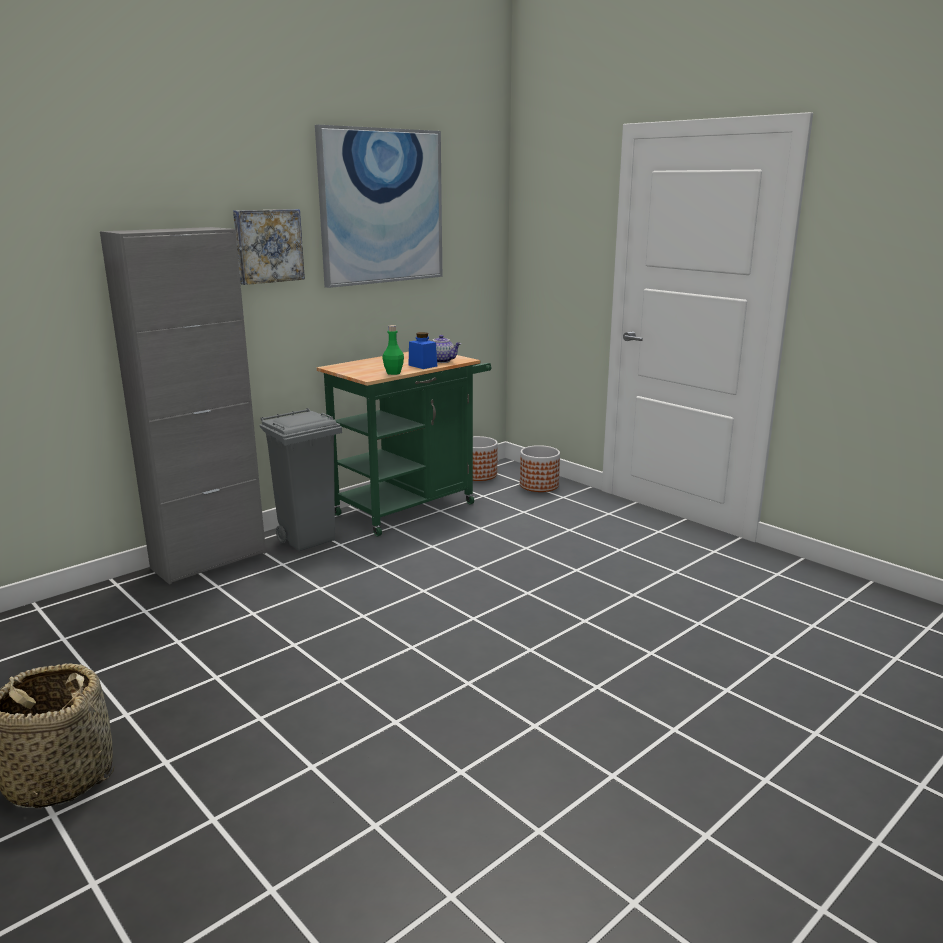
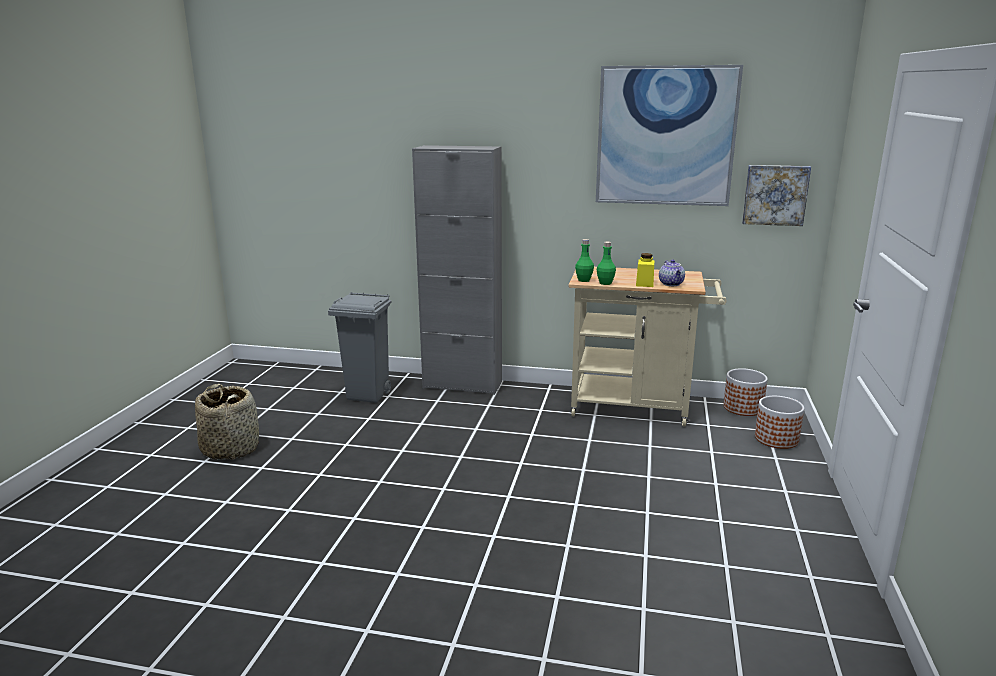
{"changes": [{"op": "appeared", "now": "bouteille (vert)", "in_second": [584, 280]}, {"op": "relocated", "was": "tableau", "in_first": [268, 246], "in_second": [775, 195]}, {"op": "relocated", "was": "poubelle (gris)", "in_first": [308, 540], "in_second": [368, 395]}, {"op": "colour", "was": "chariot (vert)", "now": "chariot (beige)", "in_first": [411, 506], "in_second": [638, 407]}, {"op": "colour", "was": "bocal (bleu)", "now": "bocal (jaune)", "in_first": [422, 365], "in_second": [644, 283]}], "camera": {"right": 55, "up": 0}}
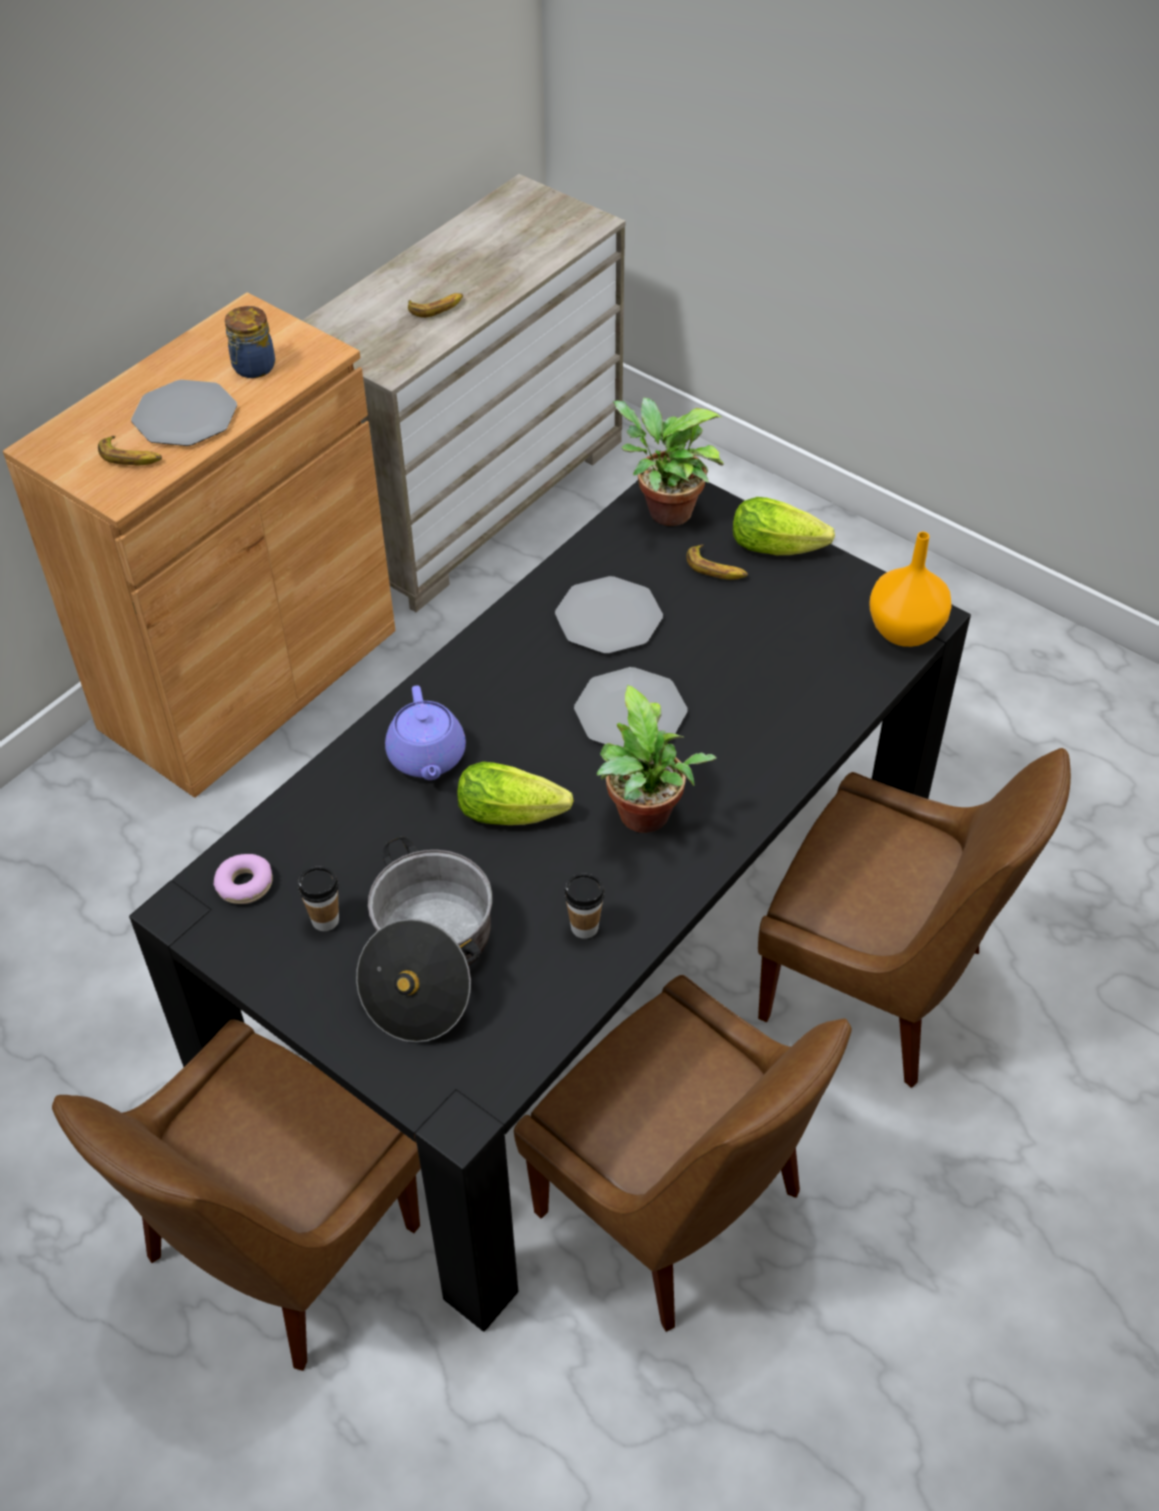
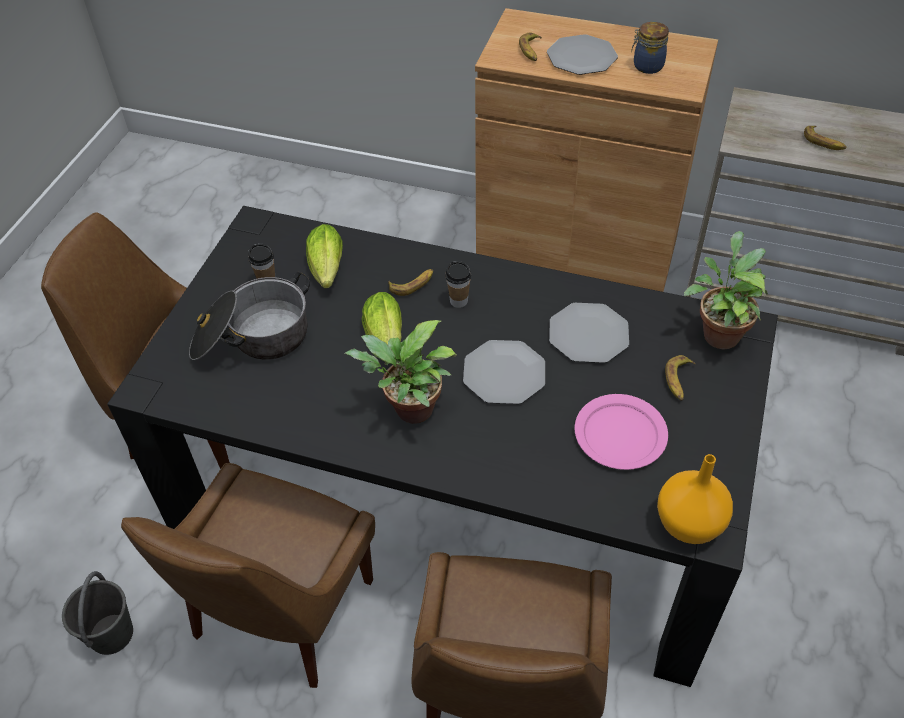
{"changes": [{"op": "missing", "was": "beignet", "in_first": [245, 884]}, {"op": "appeared", "now": "seau (gris)", "in_second": [111, 633]}, {"op": "appeared", "now": "assiette (rose)", "in_second": [620, 434]}, {"op": "relocated", "was": "tasse", "in_first": [584, 927], "in_second": [458, 301]}, {"op": "relocated", "was": "laitue", "in_first": [782, 547], "in_second": [326, 271]}, {"op": "exchanged", "was": "théière (violet)", "now": "banane", "in_first": [427, 757], "in_second": [412, 284]}], "camera": {"right": 70, "up": 0}}
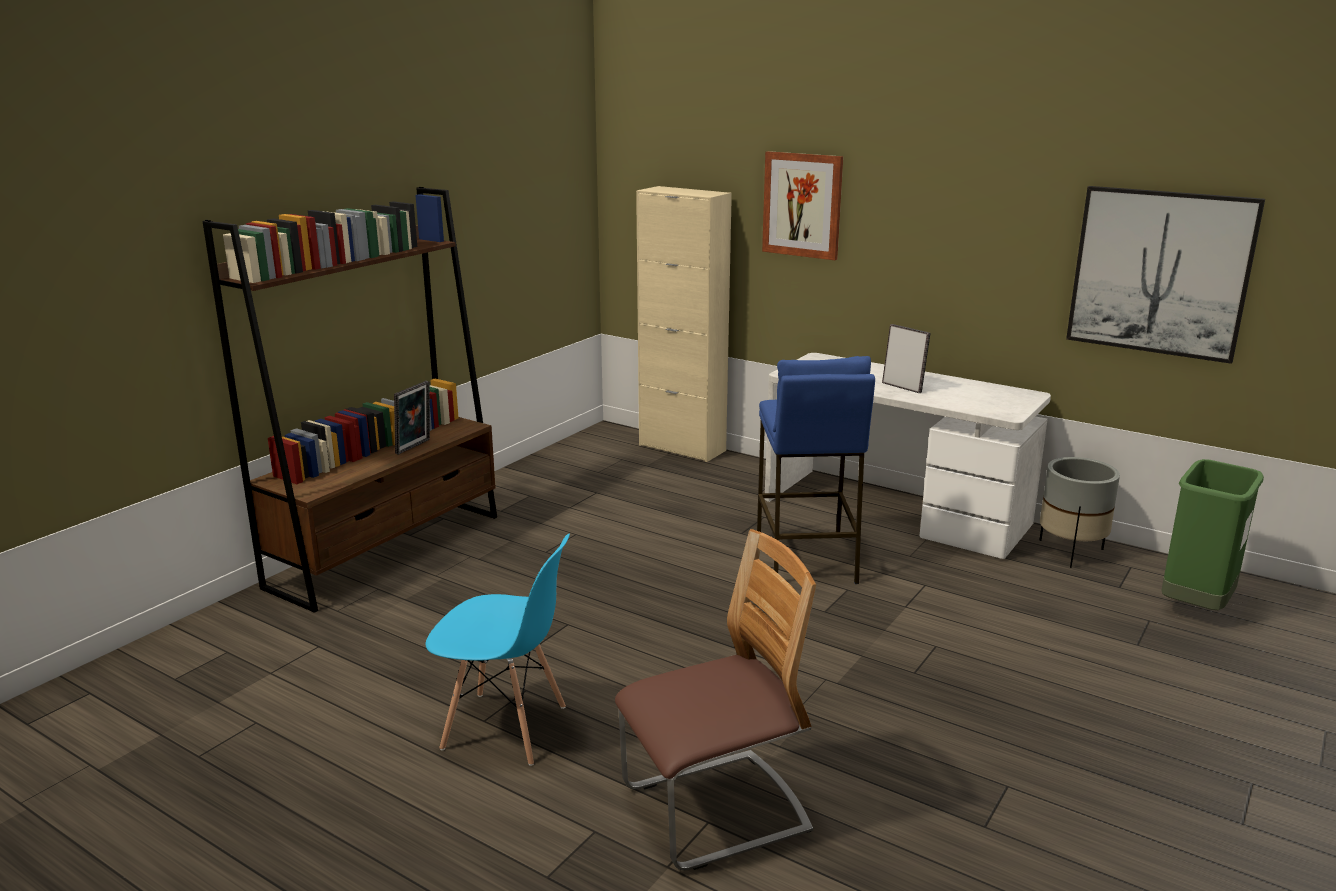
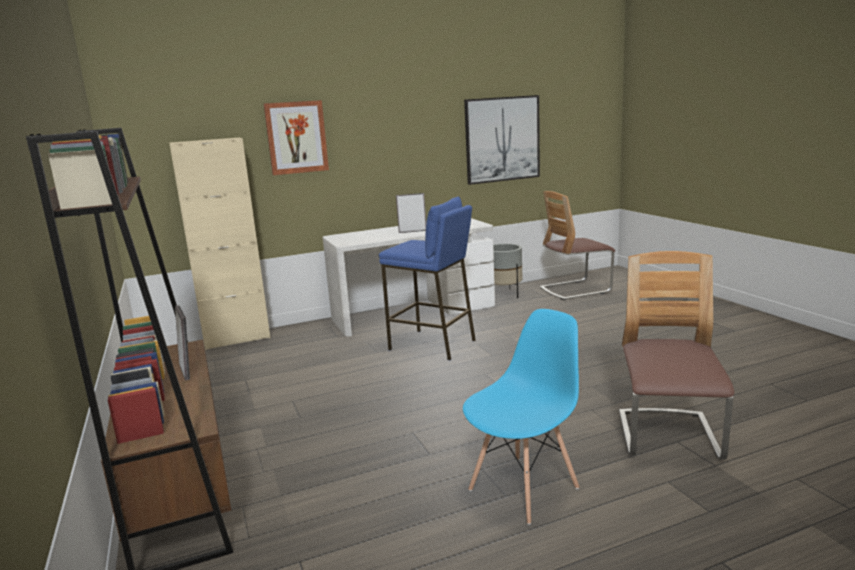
{"changes": [{"op": "exchanged", "was": "poubelle (vert)", "now": "chaise", "in_first": [1195, 606], "in_second": [575, 290]}], "camera": {"right": -55, "up": -5}}
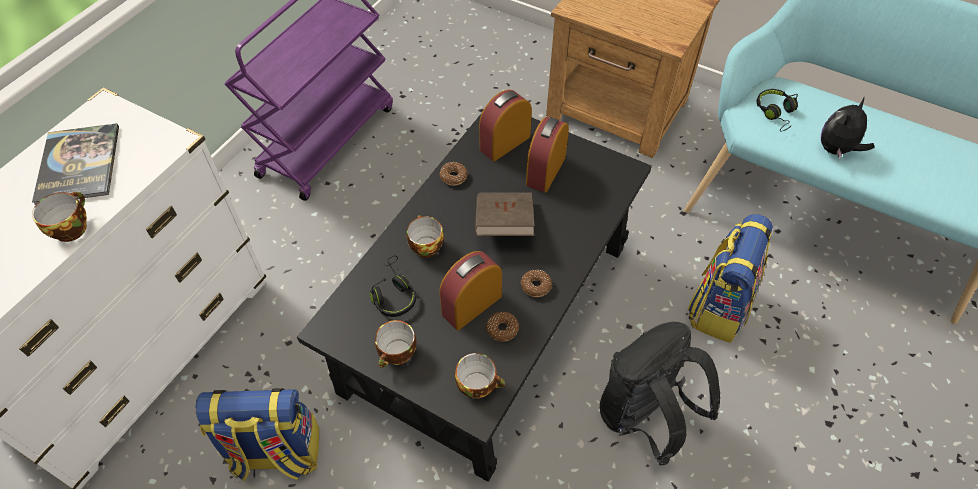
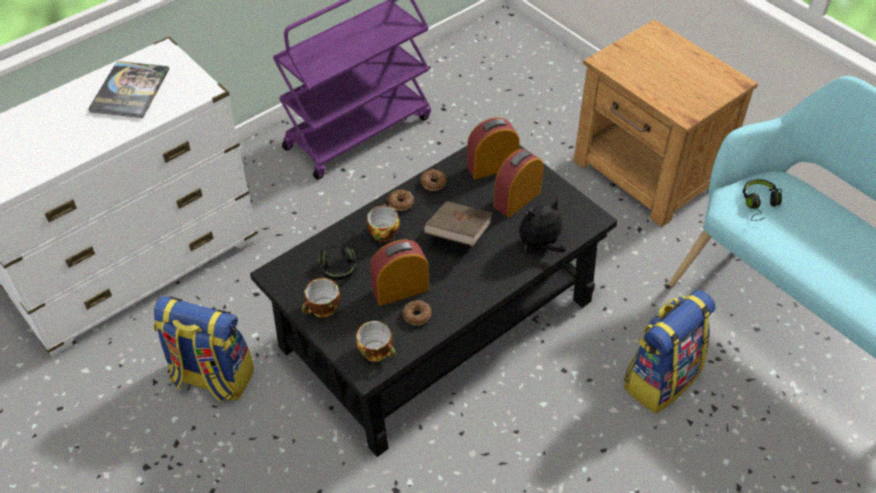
{"changes": [{"op": "missing", "was": "tasse", "in_first": [71, 227]}, {"op": "missing", "was": "sac à dos (noir)", "in_first": [644, 417]}, {"op": "relocated", "was": "beignet", "in_first": [536, 286], "in_second": [400, 203]}, {"op": "relocated", "was": "peluche", "in_first": [836, 150], "in_second": [540, 245]}], "camera": {"right": 20, "up": -5}}
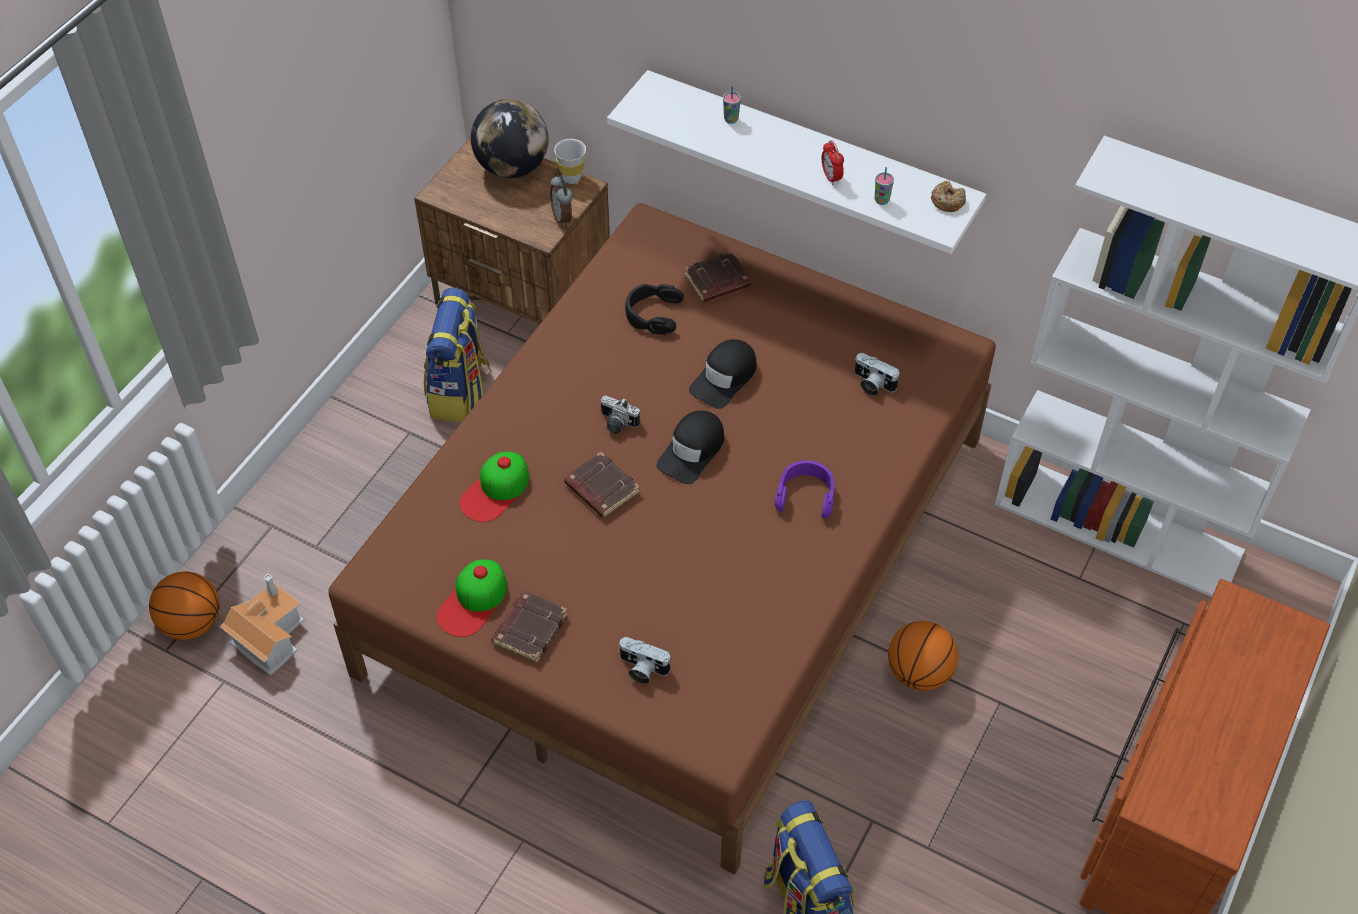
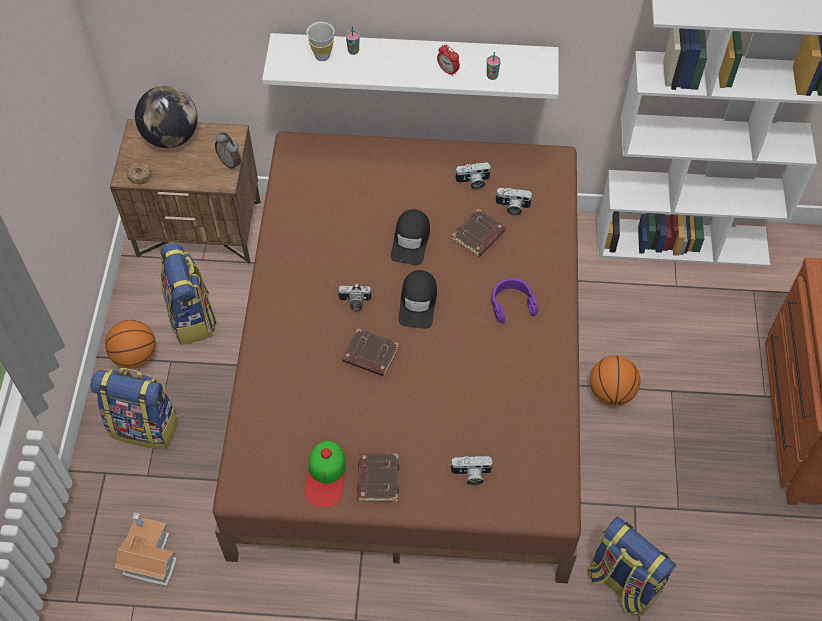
{"changes": [{"op": "missing", "was": "casquette", "in_first": [495, 490]}, {"op": "missing", "was": "casque audio (noir)", "in_first": [652, 314]}, {"op": "appeared", "now": "sac à dos", "in_second": [145, 426]}, {"op": "appeared", "now": "appareil photo", "in_second": [473, 182]}, {"op": "relocated", "was": "ballon de basket", "in_first": [192, 623], "in_second": [135, 356]}, {"op": "relocated", "was": "tasse (blanc)", "in_first": [572, 178], "in_second": [322, 56]}, {"op": "relocated", "was": "livre (marron)", "in_first": [717, 282], "in_second": [478, 236]}, {"op": "relocated", "was": "beignet", "in_first": [947, 201], "in_second": [139, 176]}], "camera": {"right": -25, "up": 5}}
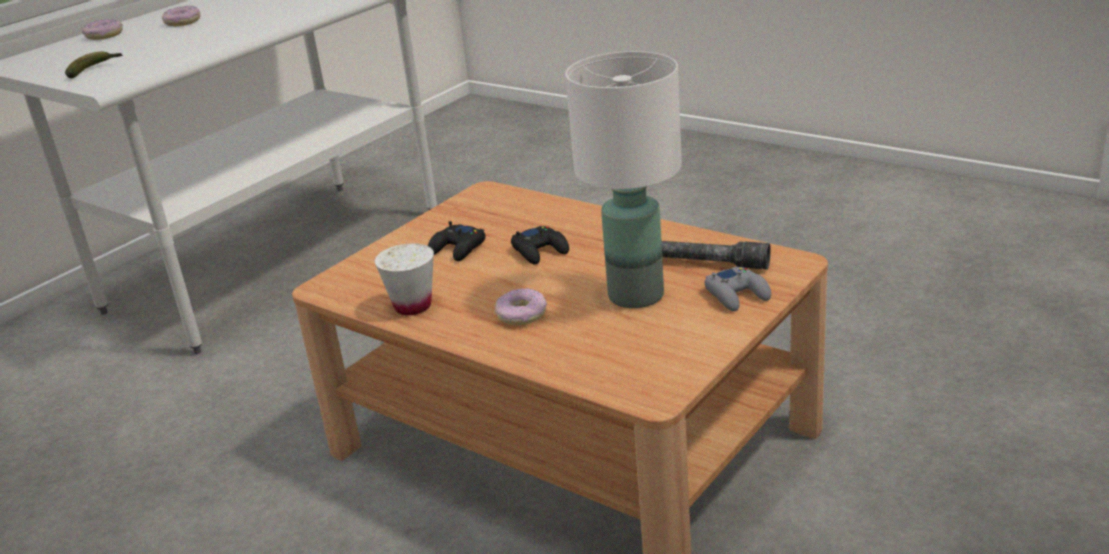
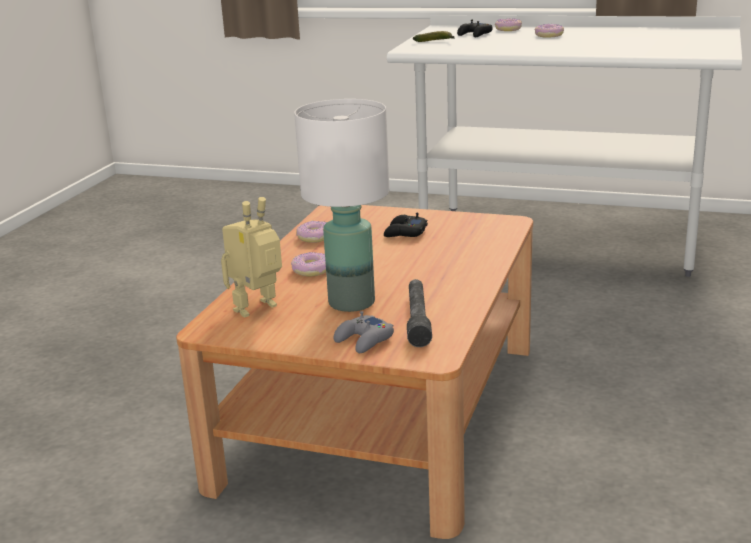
{"changes": [{"op": "appeared", "now": "robot jouet", "in_second": [259, 310]}, {"op": "relocated", "was": "manette (noir)", "in_first": [540, 251], "in_second": [475, 34]}, {"op": "exchanged", "was": "tasse (blanc)", "now": "beignet", "in_first": [413, 306], "in_second": [314, 237]}], "camera": {"right": 70, "up": -5}}
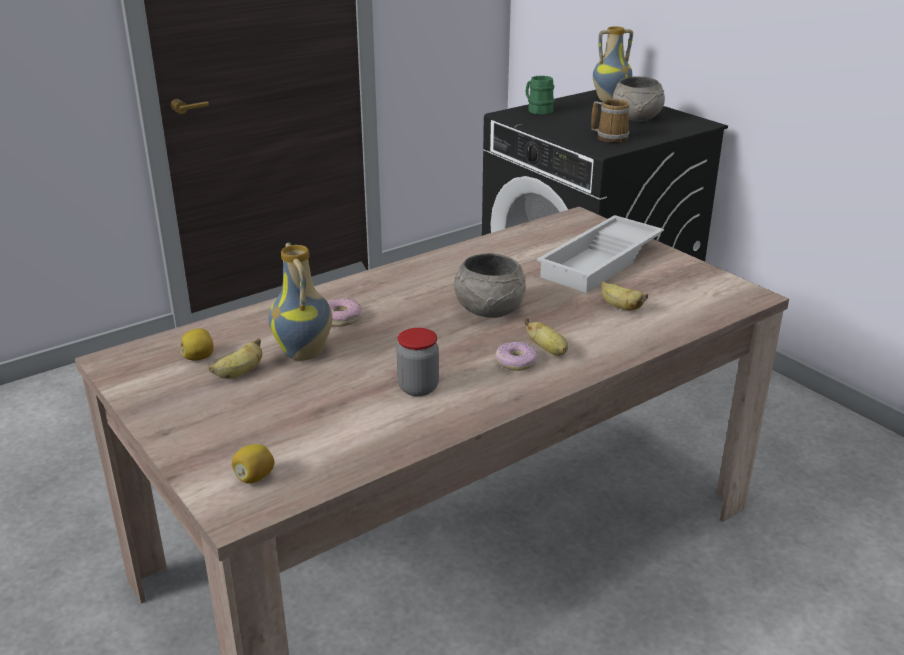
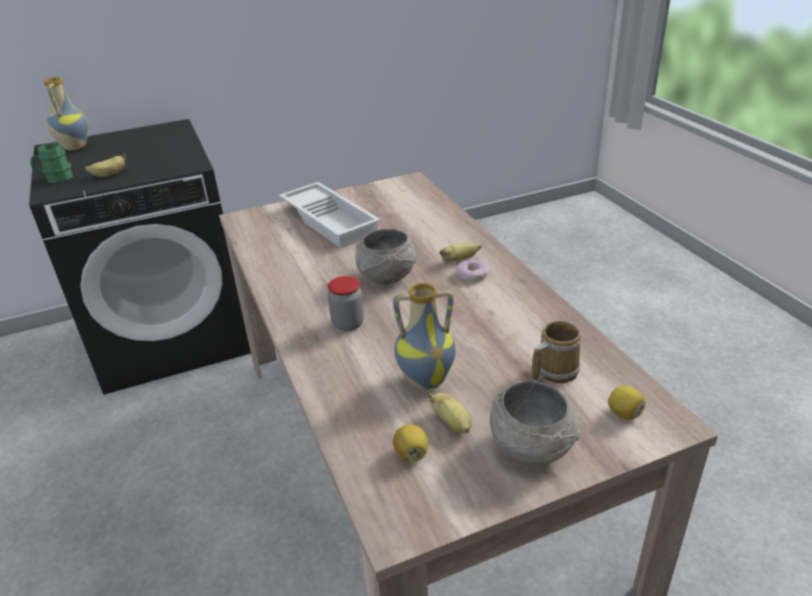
{"changes": [{"op": "missing", "was": "beignet", "in_first": [340, 318]}, {"op": "relocated", "was": "bocal", "in_first": [418, 388], "in_second": [348, 323]}, {"op": "relocated", "was": "mug", "in_first": [611, 137], "in_second": [553, 370]}, {"op": "relocated", "was": "banane", "in_first": [619, 307], "in_second": [109, 175]}, {"op": "relocated", "was": "bol (gris)", "in_first": [637, 118], "in_second": [530, 446]}], "camera": {"right": -75, "up": 5}}
